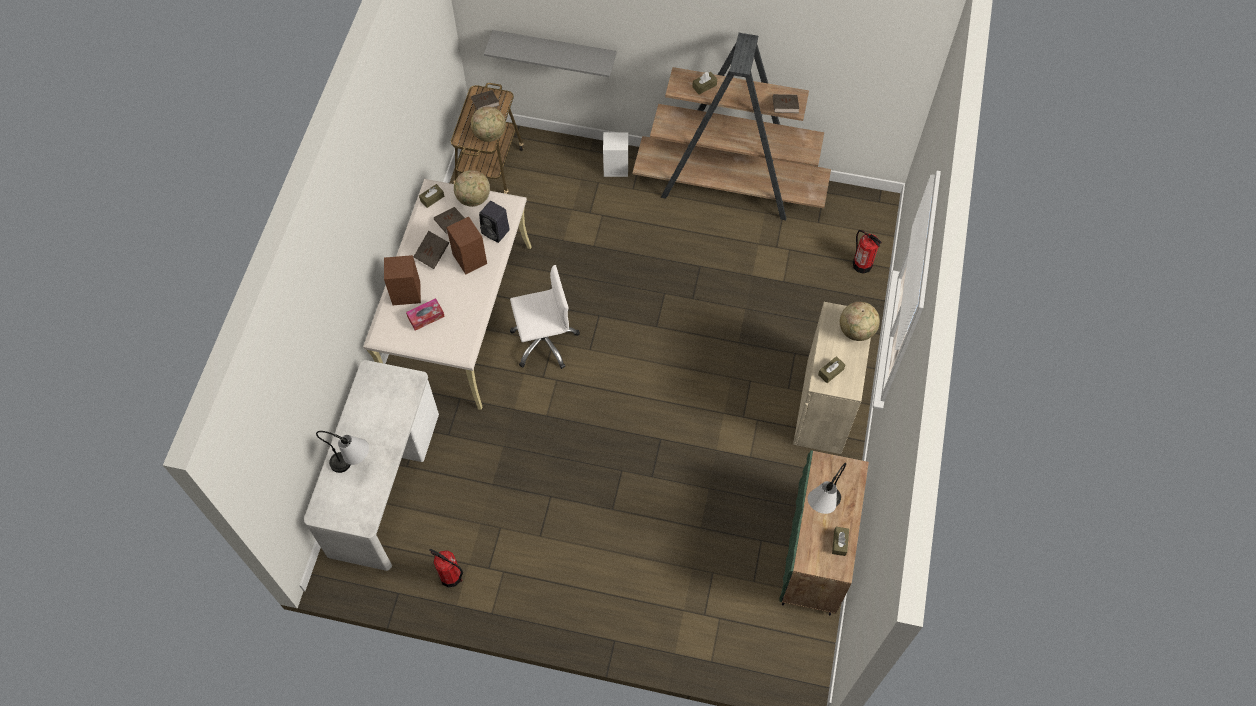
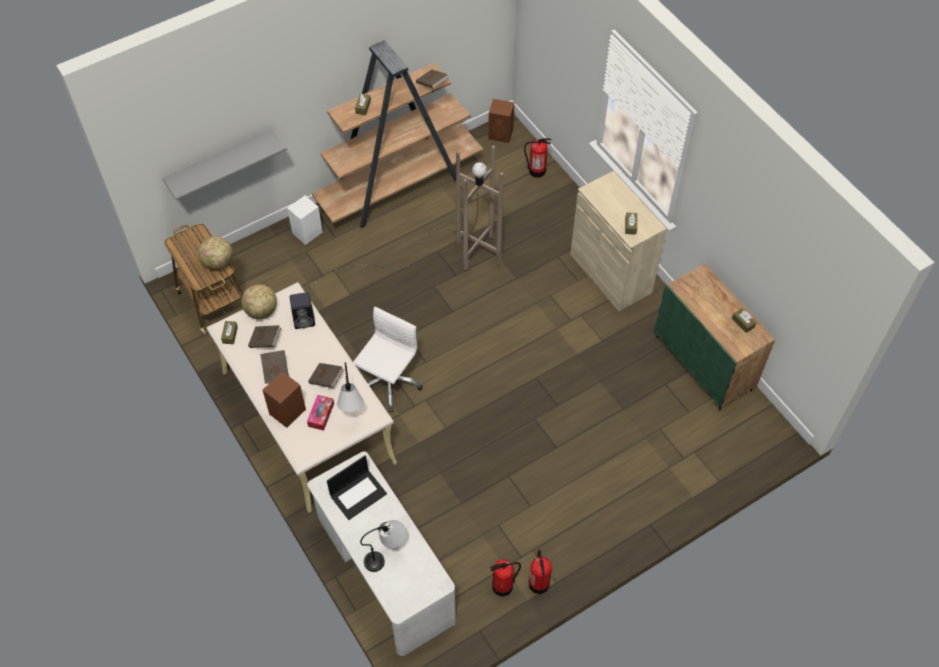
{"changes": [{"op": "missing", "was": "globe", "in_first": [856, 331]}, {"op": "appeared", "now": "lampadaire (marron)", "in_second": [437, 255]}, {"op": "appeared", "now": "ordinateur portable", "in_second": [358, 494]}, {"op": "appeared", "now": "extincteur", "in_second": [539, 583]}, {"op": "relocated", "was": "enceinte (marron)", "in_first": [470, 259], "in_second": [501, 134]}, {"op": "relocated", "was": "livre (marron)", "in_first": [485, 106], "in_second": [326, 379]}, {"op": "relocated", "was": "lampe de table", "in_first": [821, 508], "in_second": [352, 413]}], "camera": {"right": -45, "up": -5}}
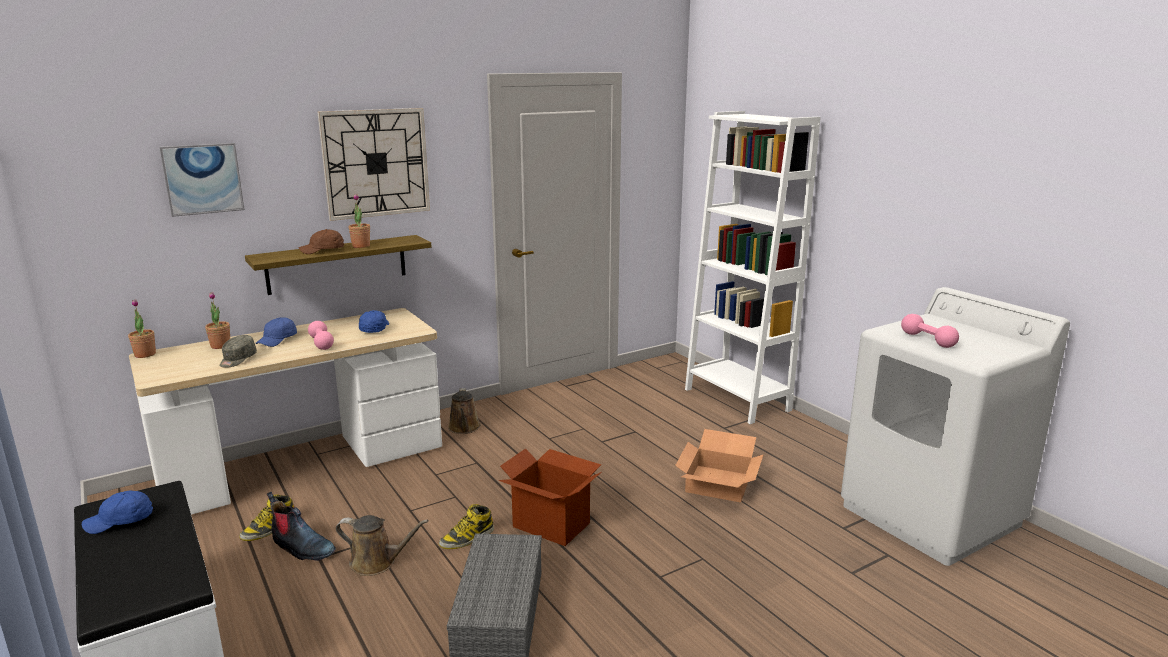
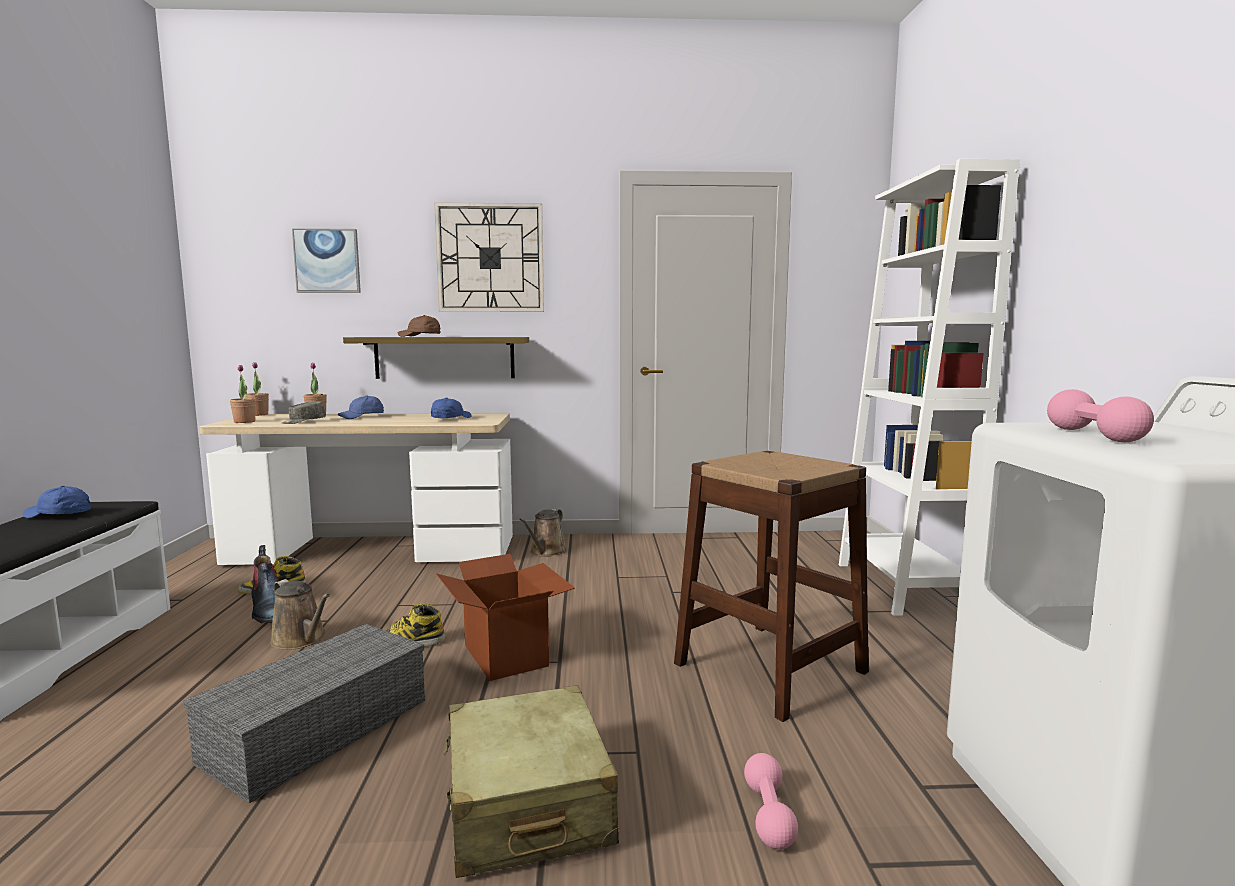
{"changes": [{"op": "appeared", "now": "valise (beige)", "in_second": [527, 803]}, {"op": "relocated", "was": "haltère (rose)", "in_first": [321, 343], "in_second": [768, 815]}, {"op": "relocated", "was": "plante en pot", "in_first": [361, 246], "in_second": [244, 422]}, {"op": "exchanged", "was": "carton", "now": "tabouret (marron)", "in_first": [717, 482], "in_second": [769, 667]}], "camera": {"right": 30, "up": -10}}
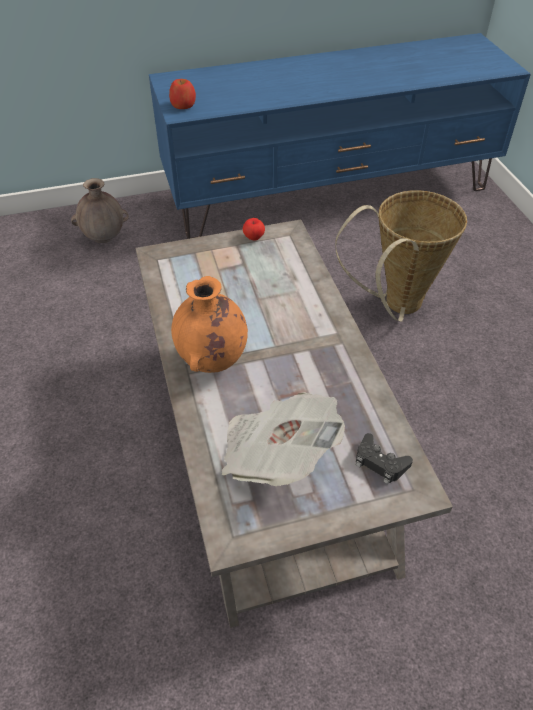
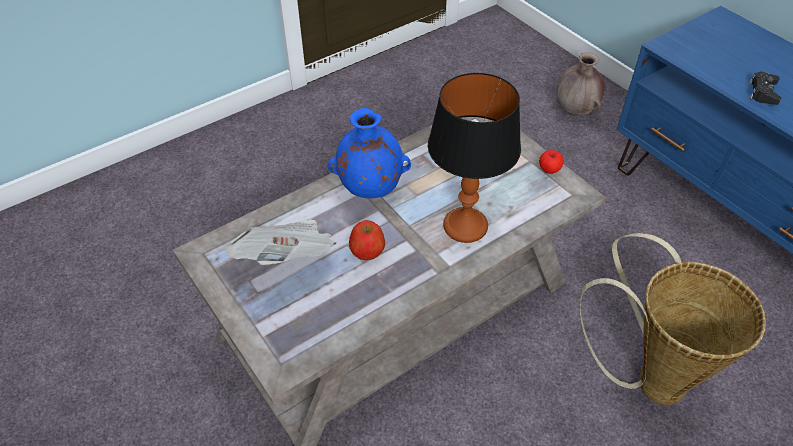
{"changes": [{"op": "appeared", "now": "lampe de table", "in_second": [466, 226]}, {"op": "relocated", "was": "pomme", "in_first": [183, 105], "in_second": [367, 250]}, {"op": "relocated", "was": "manette (noir)", "in_first": [380, 462], "in_second": [763, 92]}, {"op": "colour", "was": "vase (orange)", "now": "vase (bleu)", "in_first": [212, 362], "in_second": [370, 190]}], "camera": {"right": 70, "up": 0}}
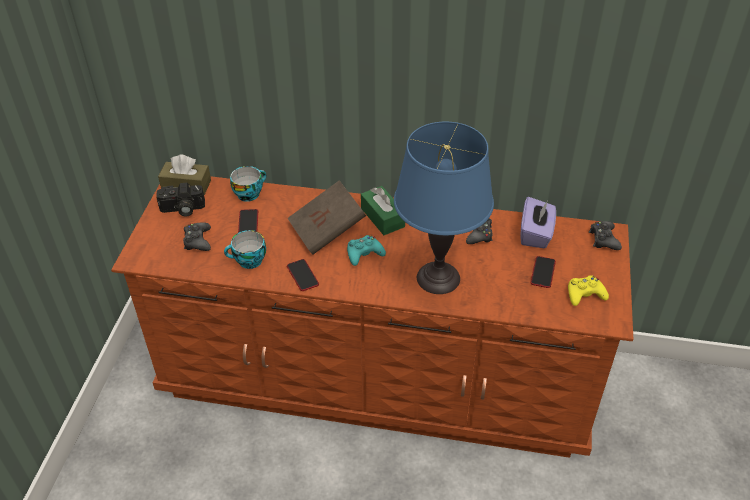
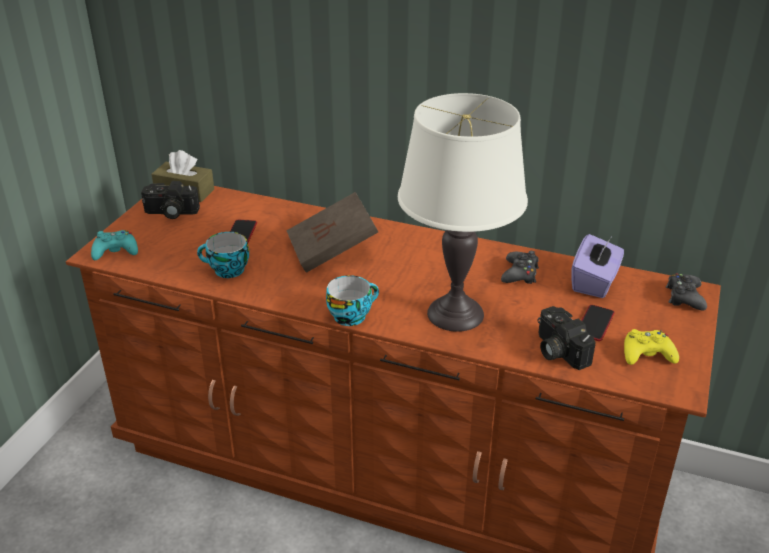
{"changes": [{"op": "missing", "was": "manette (noir)", "in_first": [197, 241]}, {"op": "missing", "was": "téléphone", "in_first": [302, 275]}, {"op": "missing", "was": "boîte à mouchoirs (vert)", "in_first": [382, 217]}, {"op": "appeared", "now": "appareil photo", "in_second": [557, 351]}, {"op": "relocated", "was": "tasse", "in_first": [249, 193], "in_second": [351, 315]}, {"op": "relocated", "was": "manette (turquoise)", "in_first": [364, 254], "in_second": [115, 251]}, {"op": "colour", "was": "lampe de table (bleu)", "now": "lampe de table (blanc)", "in_first": [438, 278], "in_second": [455, 314]}], "camera": {"right": 10, "up": -10}}
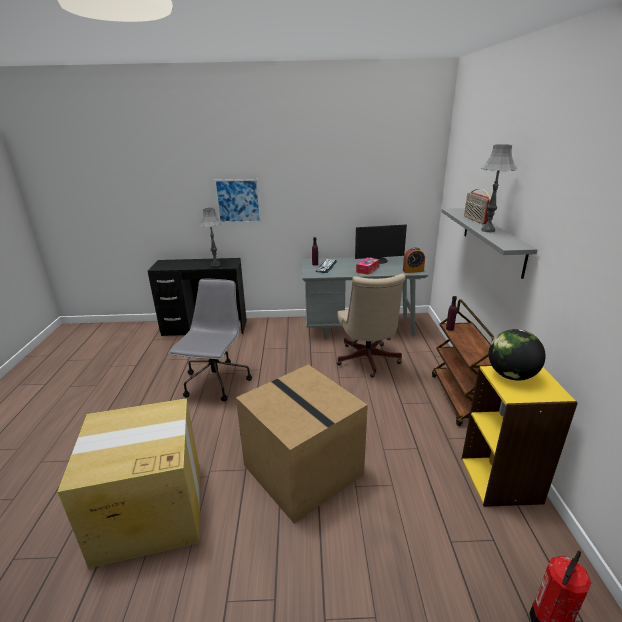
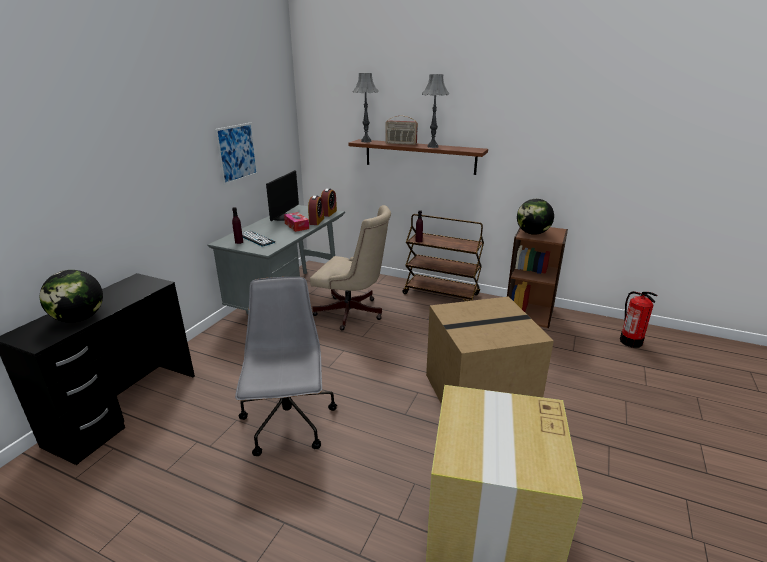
{"changes": [{"op": "appeared", "now": "globe", "in_second": [79, 318]}, {"op": "appeared", "now": "réveil", "in_second": [316, 221]}, {"op": "relocated", "was": "lampe de table (gris)", "in_first": [215, 264], "in_second": [366, 141]}, {"op": "relocated", "was": "tableau", "in_first": [238, 201], "in_second": [237, 152]}, {"op": "colour", "was": "étagère (gris)", "now": "étagère (marron)", "in_first": [492, 239], "in_second": [419, 156]}, {"op": "colour", "was": "bibliothèque (jaune)", "now": "bibliothèque (marron)", "in_first": [501, 480], "in_second": [529, 313]}, {"op": "spun", "was": "chaise de bureau (gris)", "in_first": [216, 383], "in_second": [289, 424], "clockwise": 45}], "camera": {"right": -65, "up": 0}}
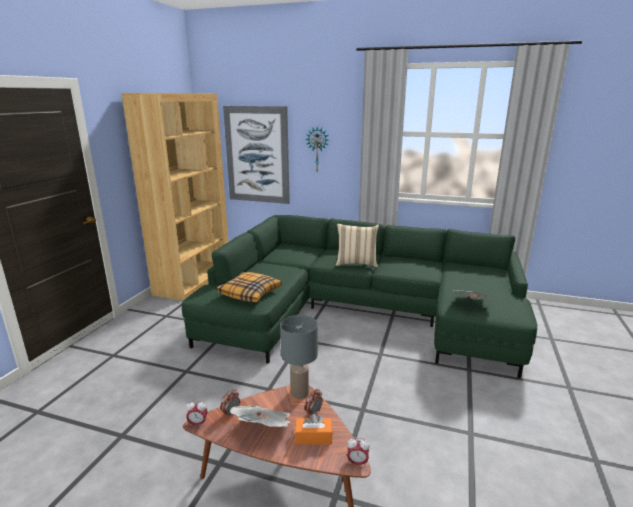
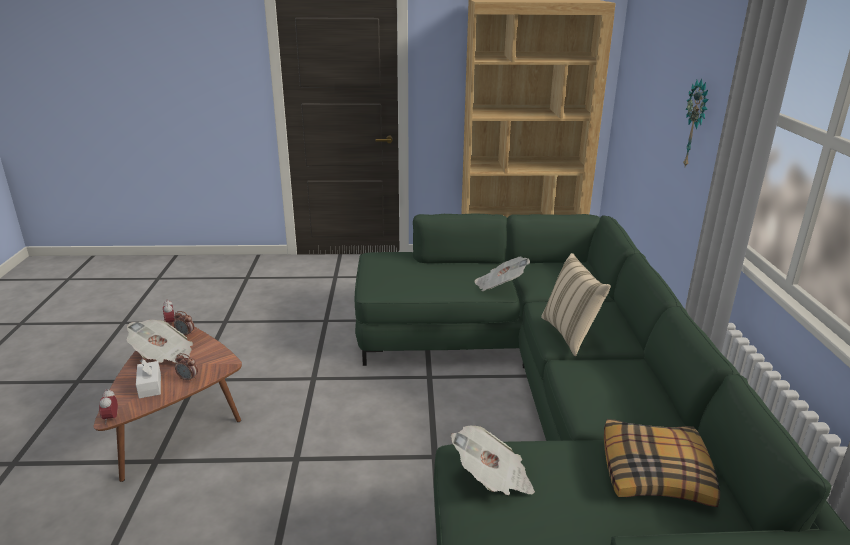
{"changes": [{"op": "missing", "was": "tableau", "in_first": [257, 155]}, {"op": "missing", "was": "lampe de table (gris)", "in_first": [299, 393]}, {"op": "appeared", "now": "journal", "in_second": [499, 286]}, {"op": "relocated", "was": "coussin", "in_first": [250, 293], "in_second": [656, 473]}, {"op": "colour", "was": "boîte à mouchoirs (orange)", "now": "boîte à mouchoirs (blanc)", "in_first": [313, 437], "in_second": [150, 386]}], "camera": {"right": 70, "up": 5}}
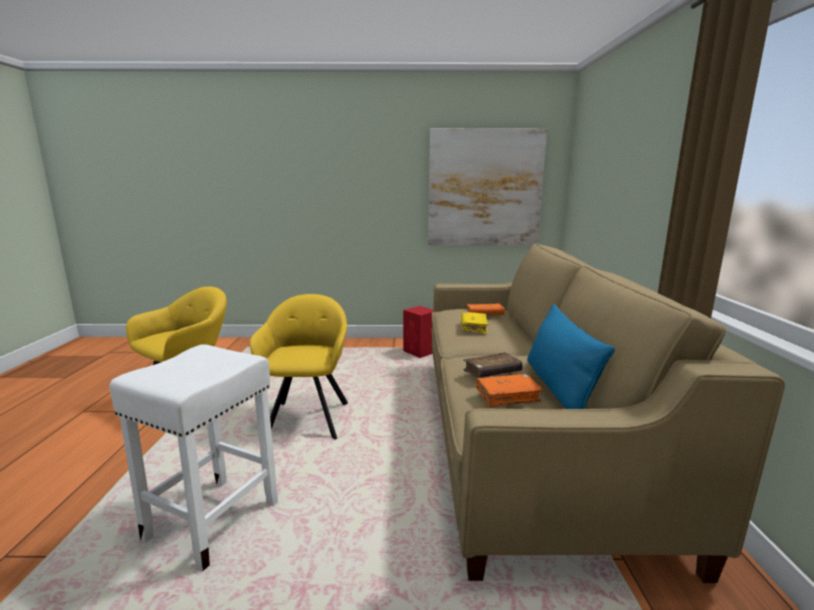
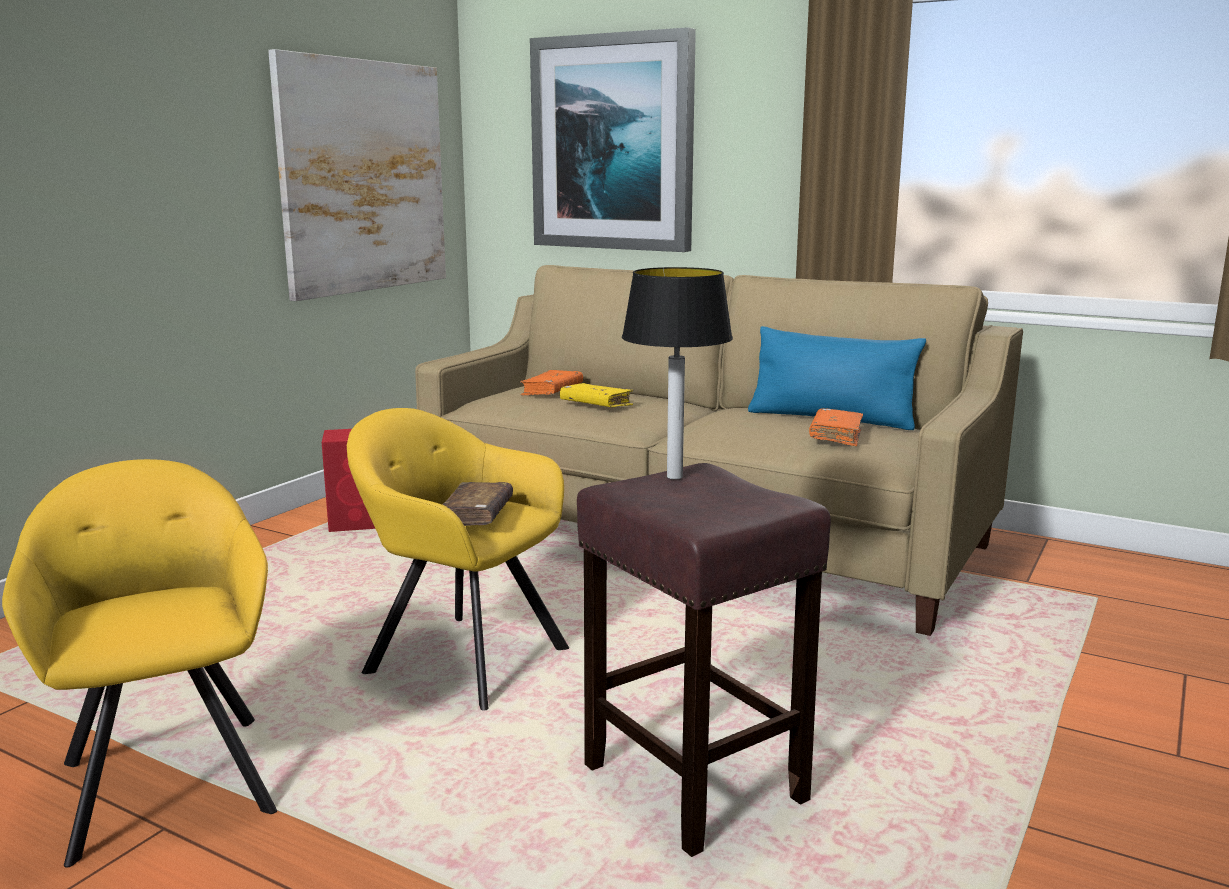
{"changes": [{"op": "appeared", "now": "tableau", "in_second": [613, 143]}, {"op": "appeared", "now": "lampe de table", "in_second": [675, 476]}, {"op": "relocated", "was": "livre (marron)", "in_first": [492, 372], "in_second": [476, 516]}, {"op": "colour", "was": "tabouret (blanc)", "now": "tabouret (marron)", "in_first": [214, 519], "in_second": [690, 782]}], "camera": {"right": -60, "up": 0}}
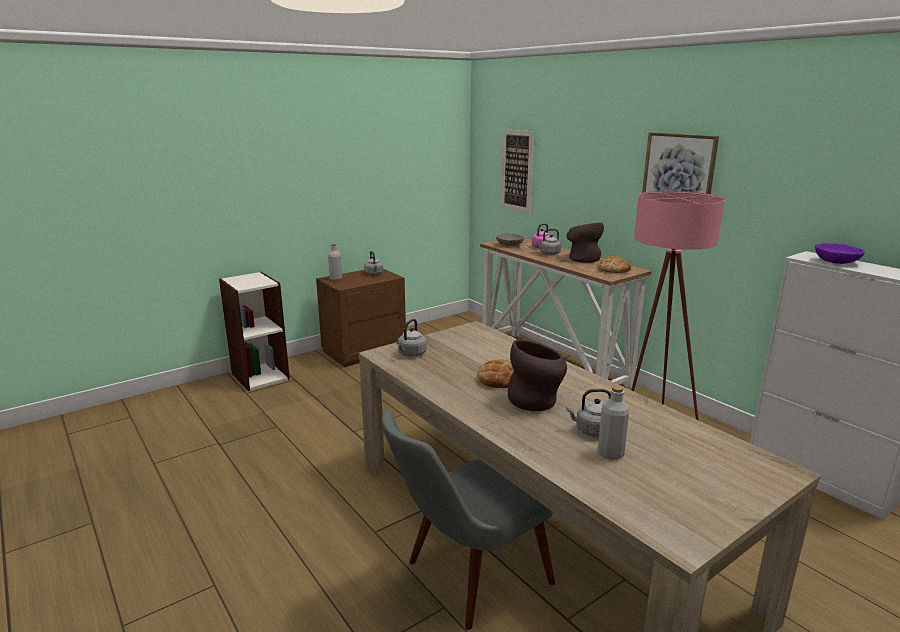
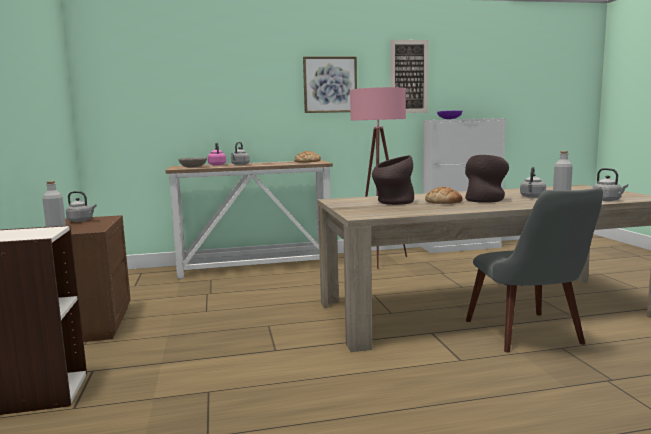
{"changes": [{"op": "relocated", "was": "bouilloire (gris)", "in_first": [411, 354], "in_second": [608, 200]}, {"op": "relocated", "was": "tableau", "in_first": [517, 170], "in_second": [409, 76]}, {"op": "relocated", "was": "vase (marron)", "in_first": [582, 258], "in_second": [392, 202]}], "camera": {"right": -65, "up": -10}}
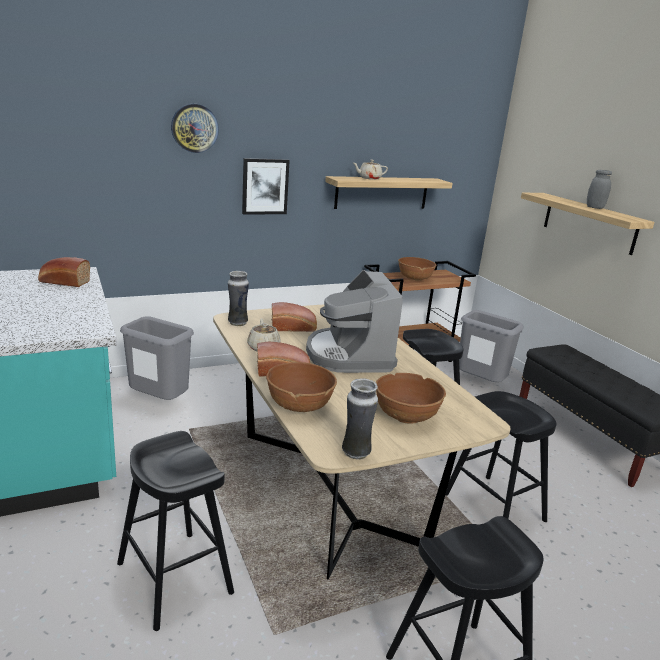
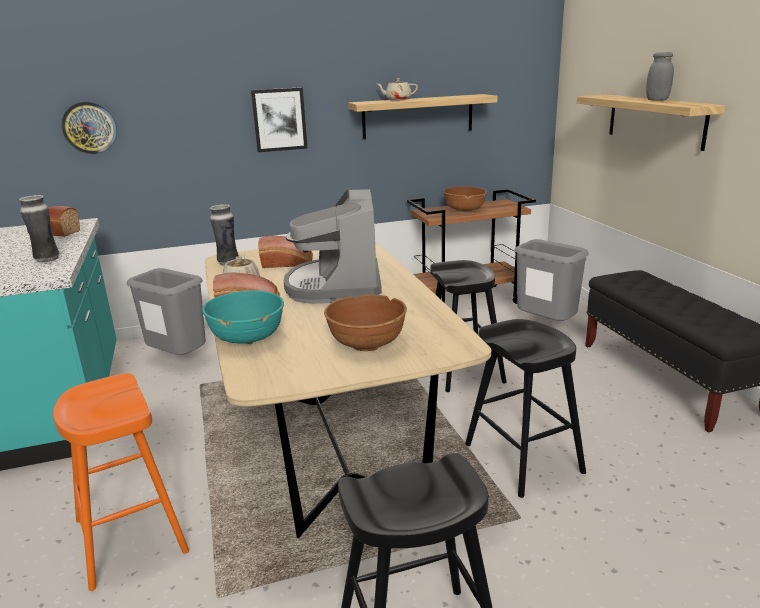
{"changes": [{"op": "relocated", "was": "horloge murale", "in_first": [194, 128], "in_second": [89, 127]}, {"op": "relocated", "was": "vase", "in_first": [356, 453], "in_second": [47, 259]}, {"op": "colour", "was": "tabouret (noir)", "now": "tabouret (orange)", "in_first": [174, 578], "in_second": [131, 536]}, {"op": "colour", "was": "bol (marron)", "now": "bol (turquoise)", "in_first": [299, 405], "in_second": [247, 337]}], "camera": {"right": 10, "up": 0}}
